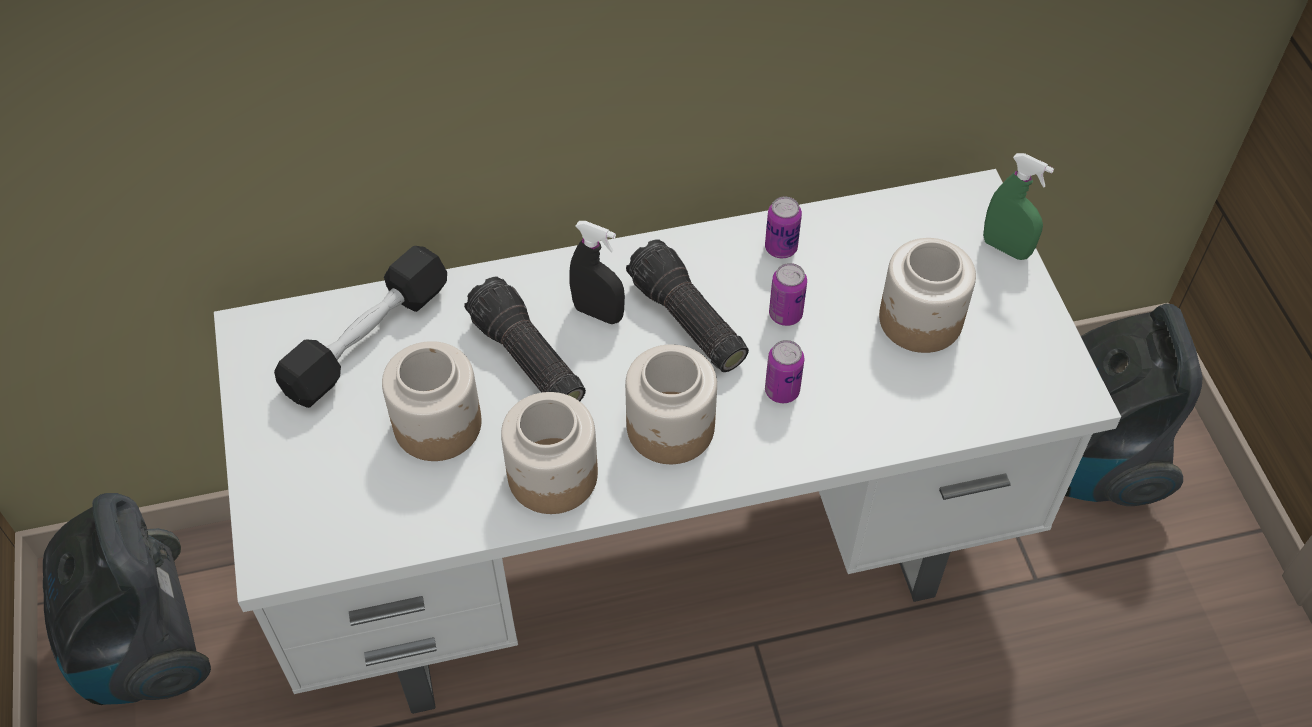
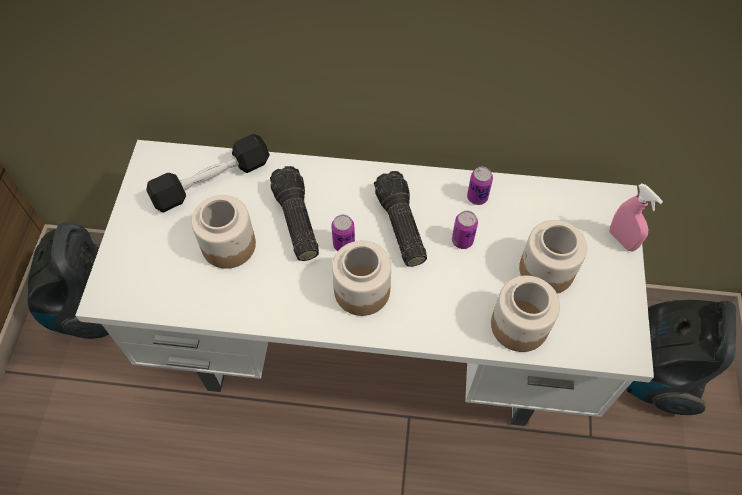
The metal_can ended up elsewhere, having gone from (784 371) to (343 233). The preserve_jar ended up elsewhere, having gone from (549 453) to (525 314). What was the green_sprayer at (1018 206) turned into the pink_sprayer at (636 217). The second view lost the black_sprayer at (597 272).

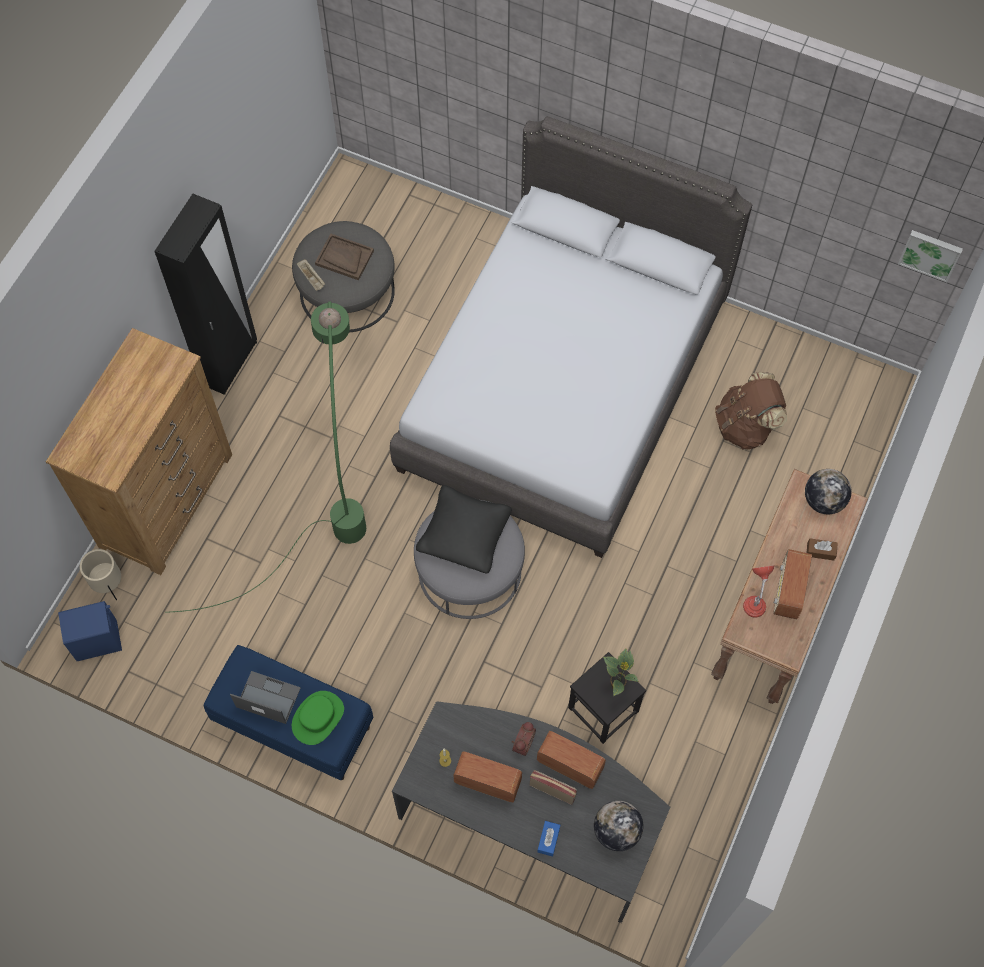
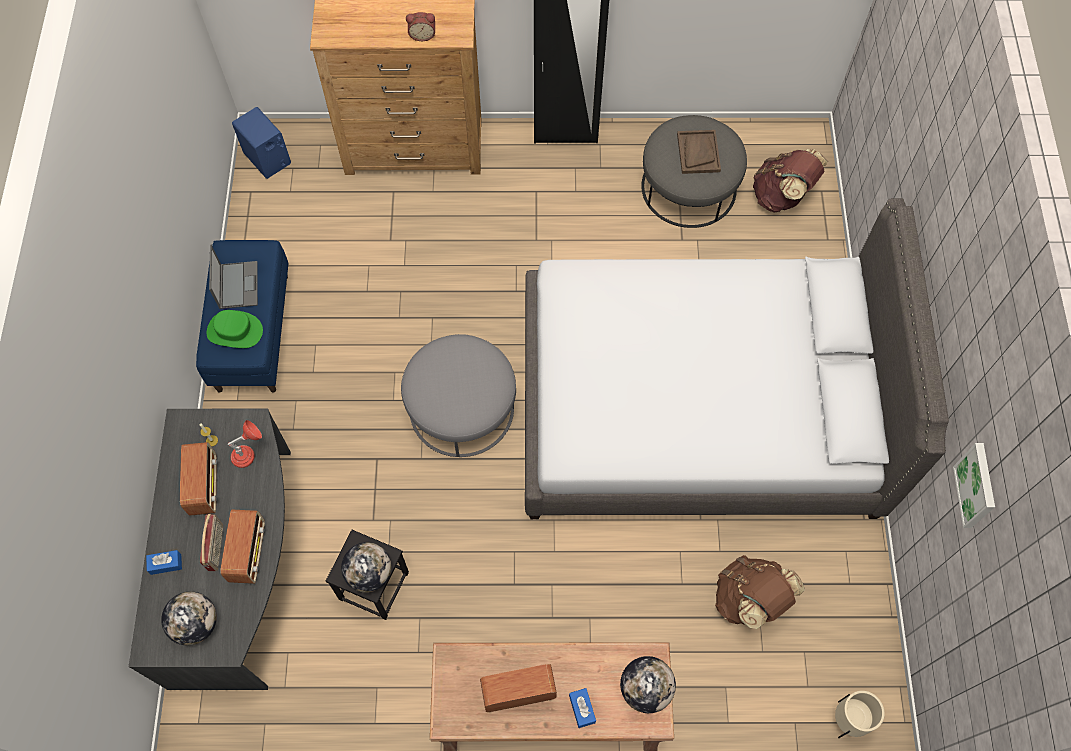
The red_tabletop_lamp ended up elsewhere, having gone from (758 591) to (245 444). Where the houseplant stood at (621 672), the globe came to stand at (366 567). The alarm_clock ended up elsewhere, having gone from (524 739) to (420 26). What was the brown_tissue_holder at (822 550) turned into the blue-coloured_tissue_holder at (582 708). The second view gained the brown_backpack at (790 180). The sand-coloured_plant_pot ended up elsewhere, having gone from (100 574) to (860 714). The wall_picture ended up elsewhere, having gone from (930 256) to (974 485). The second view lost the green_standing_lamp at (265 457). The second view lost the sand-coloured_carrying_tray at (311 275). The second view lost the black_pillow at (464 529).

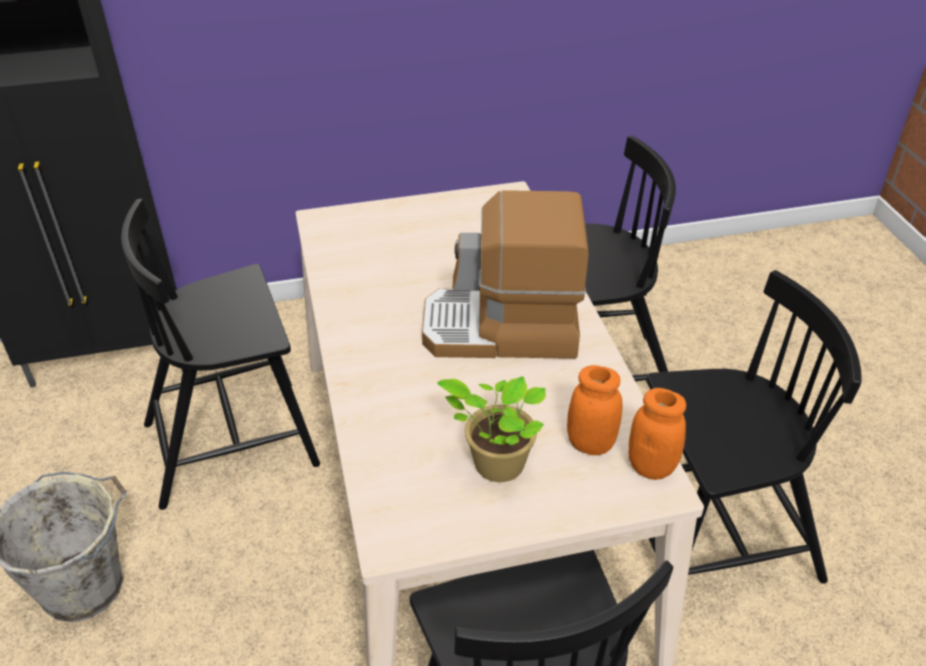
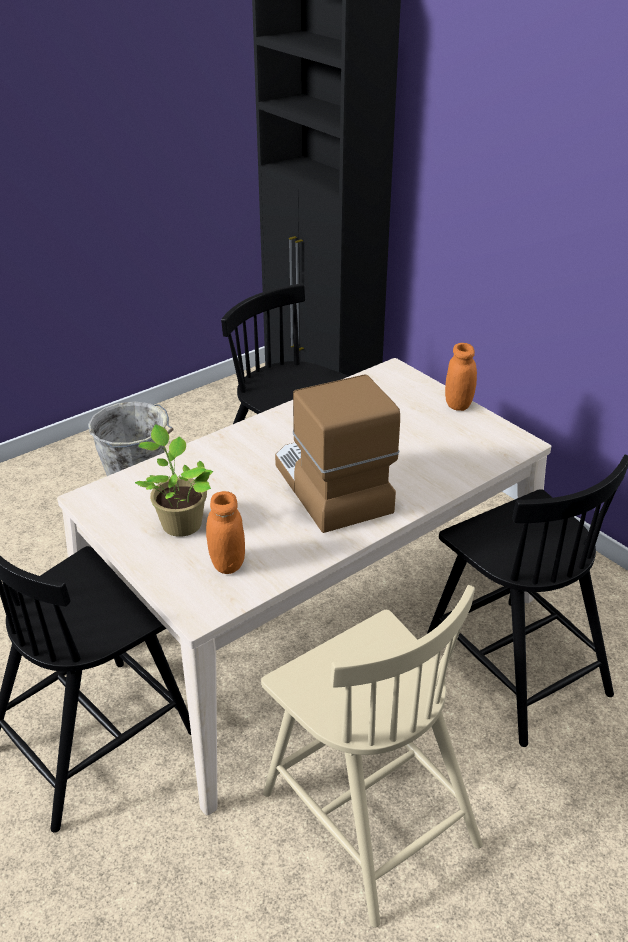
What was the black_upright_chair at (753 426) turned into the sand-coloured_upright_chair at (372 756). The orange_preserve_jar ended up elsewhere, having gone from (657 434) to (461 377).

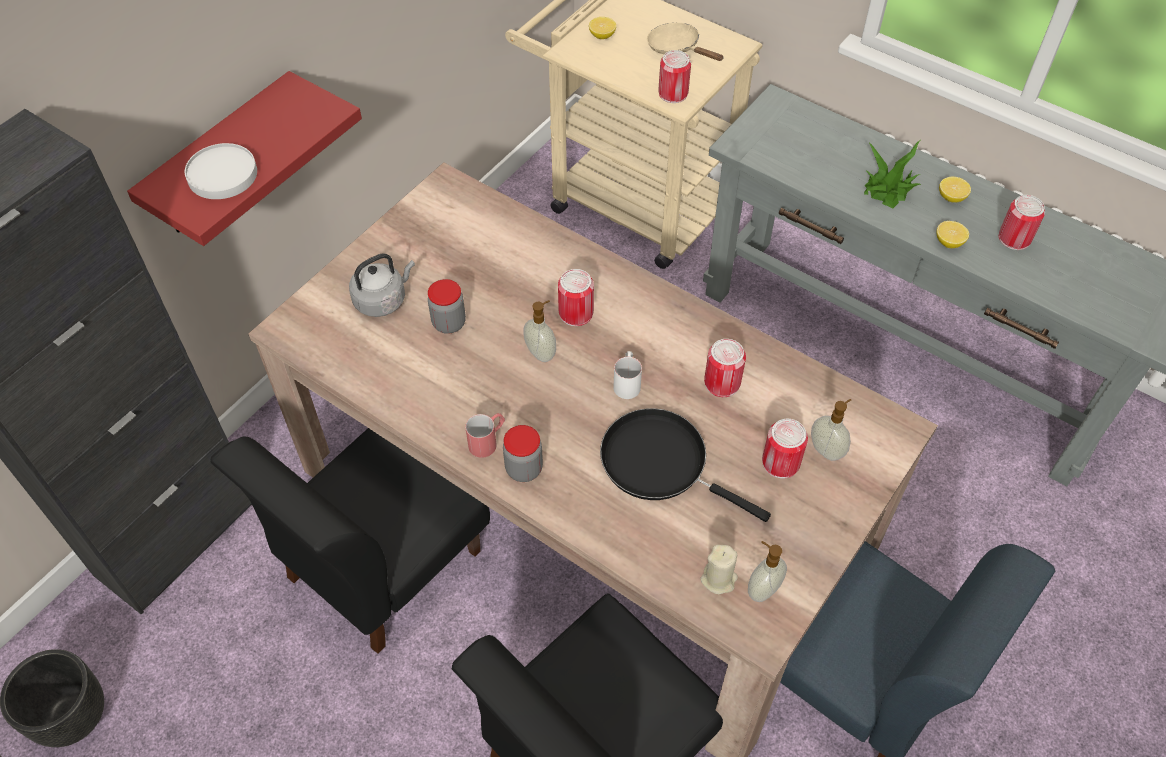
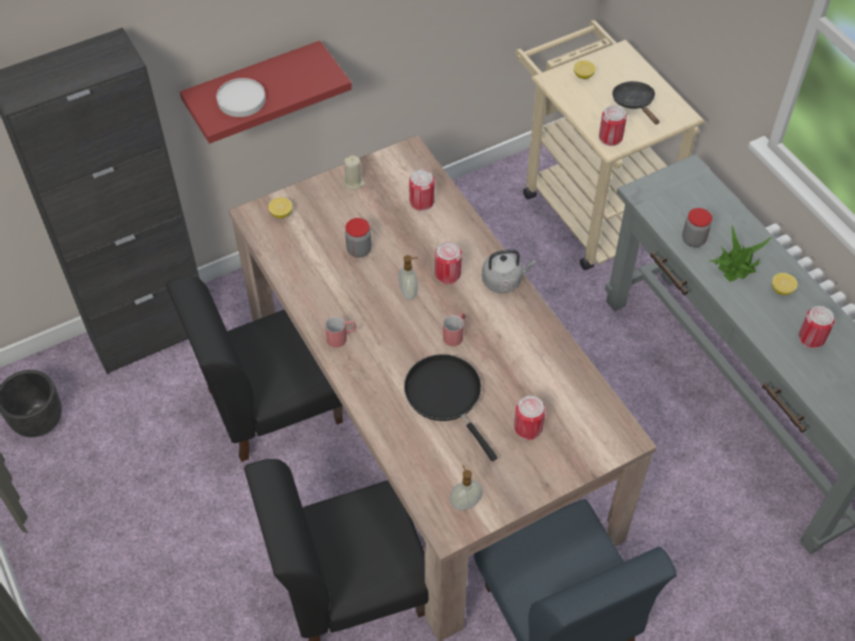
The citrus_fruit ended up elsewhere, having gone from (952 234) to (280 207). The sand-coloured_candle ended up elsewhere, having gone from (719 569) to (354 172). The metal_can ended up elsewhere, having gone from (725 368) to (422 190). What was the whitish_tea_mug at (627 375) turned into the red_tea_mug at (454 329). The gray_water_kettle ended up elsewhere, having gone from (382 285) to (508 271). What was the sand-coloured_frying_pan at (685 42) turned into the black_frying_pan at (635 102). The preserve_jar ended up elsewhere, having gone from (523 453) to (697 227). The second view lost the soap_dispenser at (831 430).

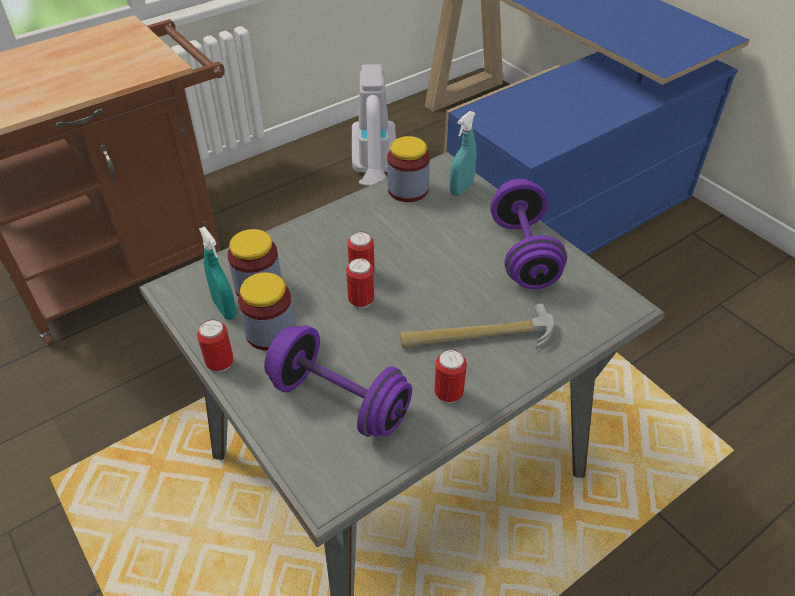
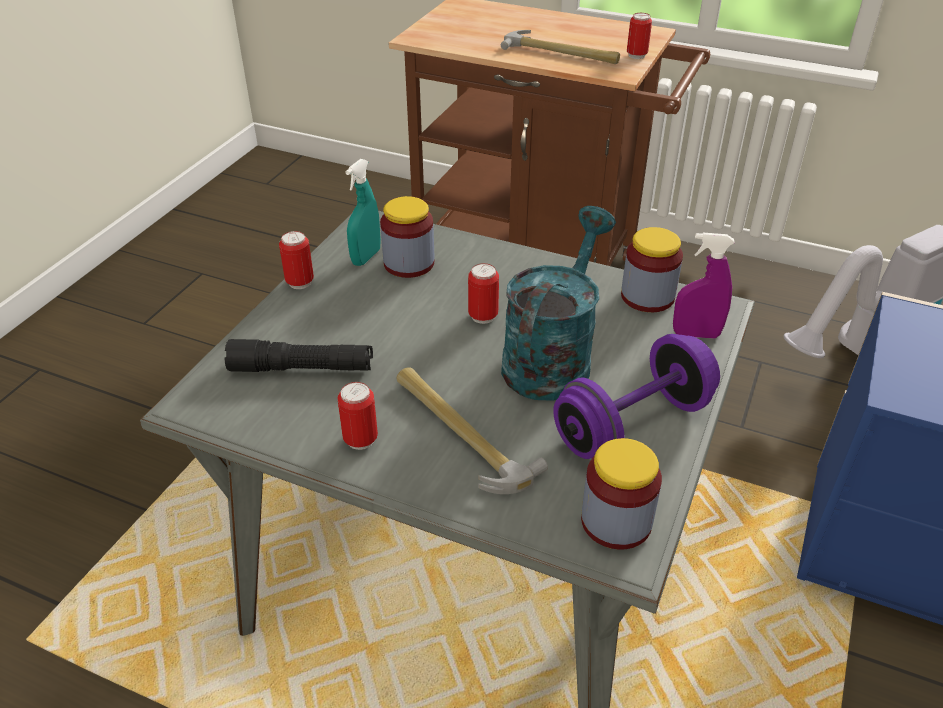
Where the purple-coloured_dumbbell stood at (338 381), the black_flashlight came to stand at (298 355). The second view gained the hand_hammer at (560 47). The second view gained the turquoise-coloured_sprinkling_can at (558 303). The preserve_jar ended up elsewhere, having gone from (266 311) to (621 494). The metal_can ended up elsewhere, having gone from (360 283) to (639 36). What was the turquoise-coloured_sprayer at (463 153) turned into the purple-coloured_sprayer at (704 285).

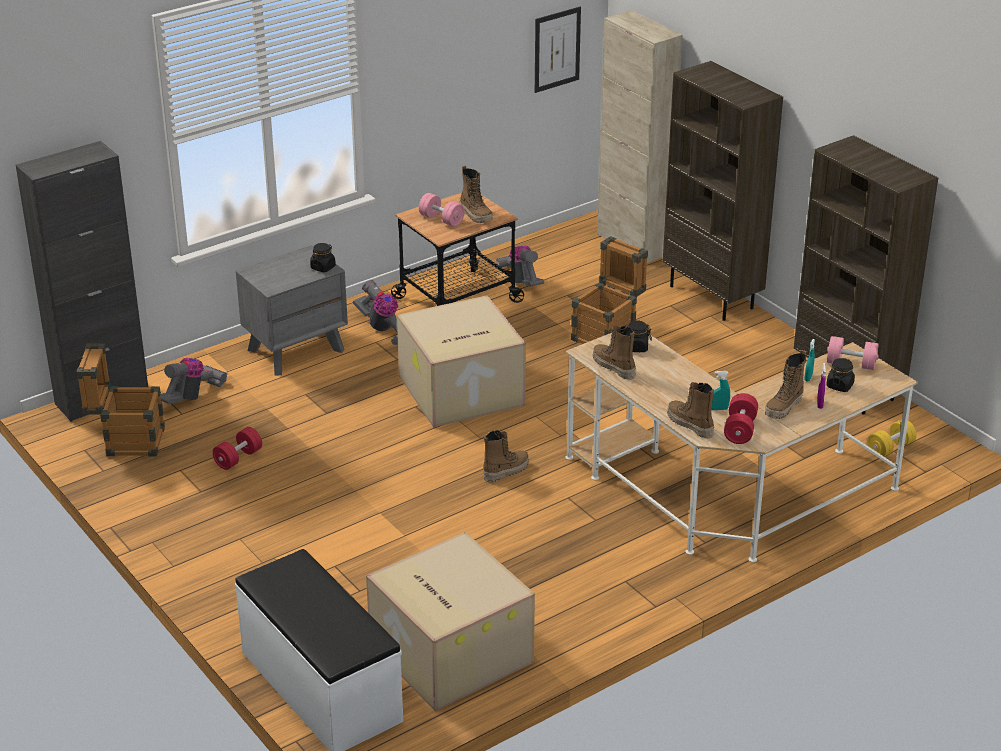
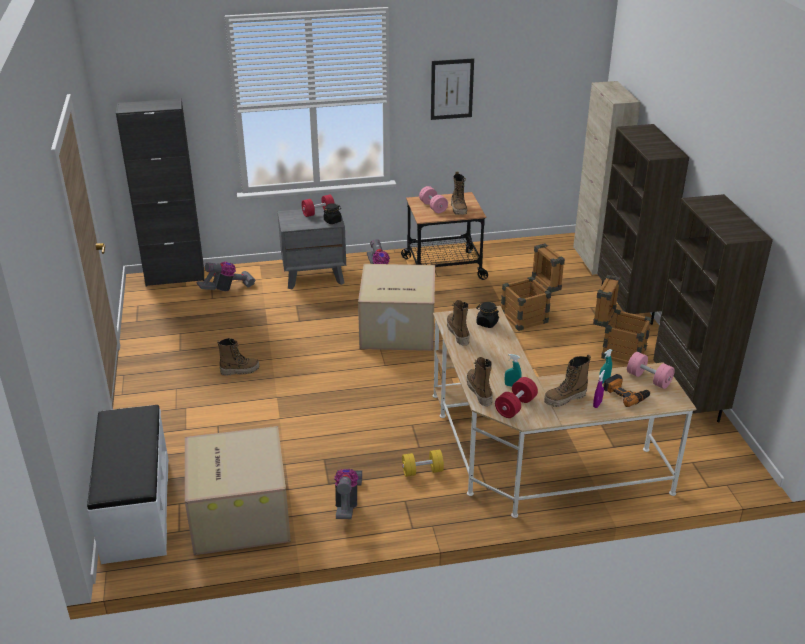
The high-top_boot ended up elsewhere, having gone from (506 456) to (238 357). The red_dumbbell ended up elsewhere, having gone from (237 448) to (318 206). The hoover ended up elsewhere, having gone from (520 266) to (348 494). The yellow-coloured_dumbbell ended up elsewhere, having gone from (891 438) to (423 463). The wall_picture ended up elsewhere, having gone from (558 50) to (452 89). The packing_crate ended up elsewhere, having gone from (120 400) to (622 319). Where the black_preserve_jar stood at (840 375), the drill came to stand at (626 390).

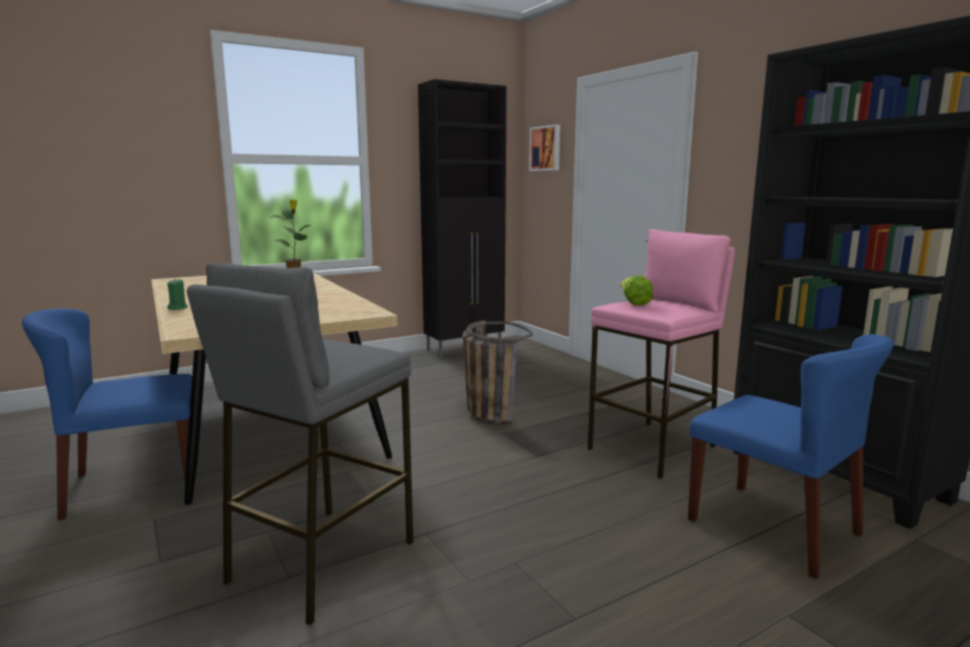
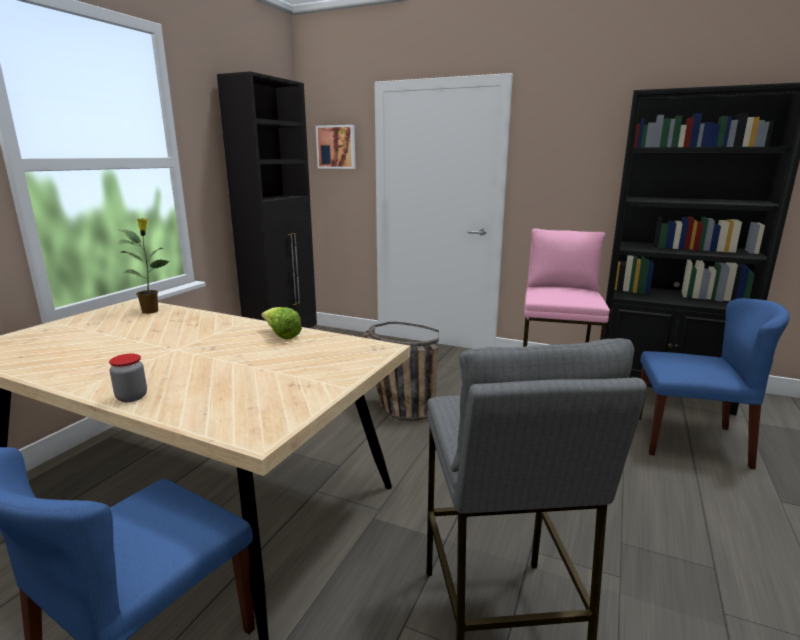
Where the green_candle stood at (177 294), the preserve_jar came to stand at (128 378). The head_of_lettuce ended up elsewhere, having gone from (636 290) to (281 323).

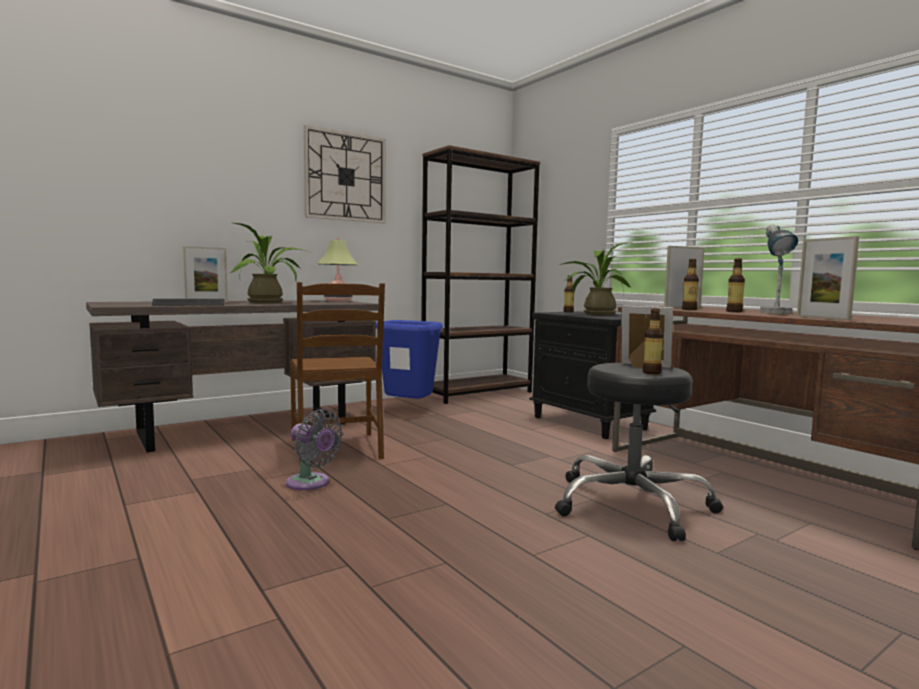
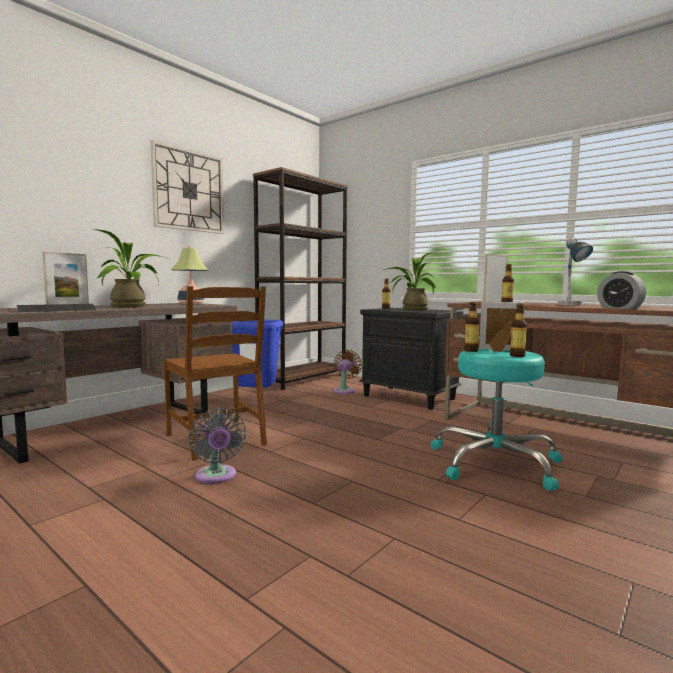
The gray_cooling_fan at (315 449) ended up facing another way, 45 degrees clockwise from before. The second view gained the brown_cooling_fan at (347 372). What was the black_sitting_stool at (639 452) turned into the turquoise-coloured_sitting_stool at (496 419). The drink_bottle ended up elsewhere, having gone from (735 285) to (471 327). Where the picture_frame stood at (828 278), the alarm_clock came to stand at (621 290).

